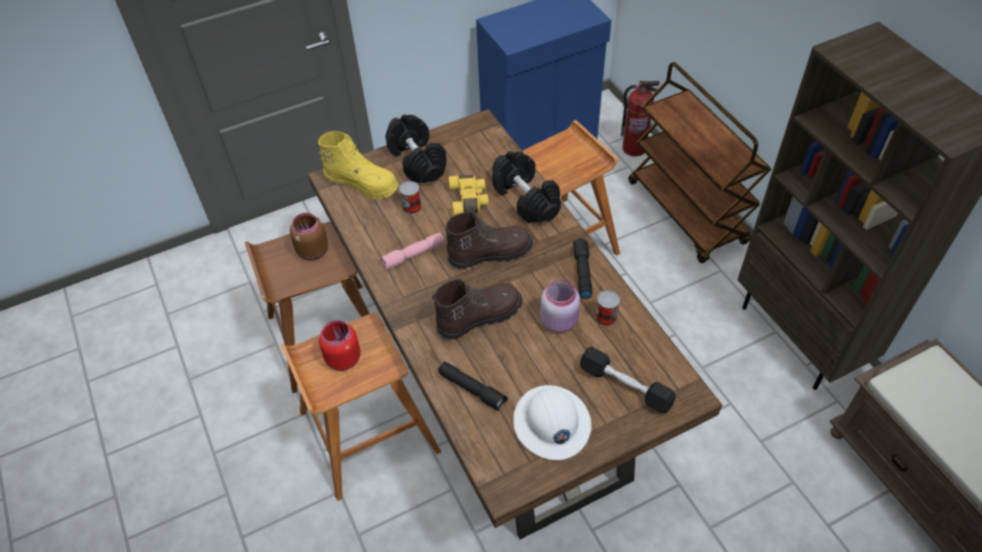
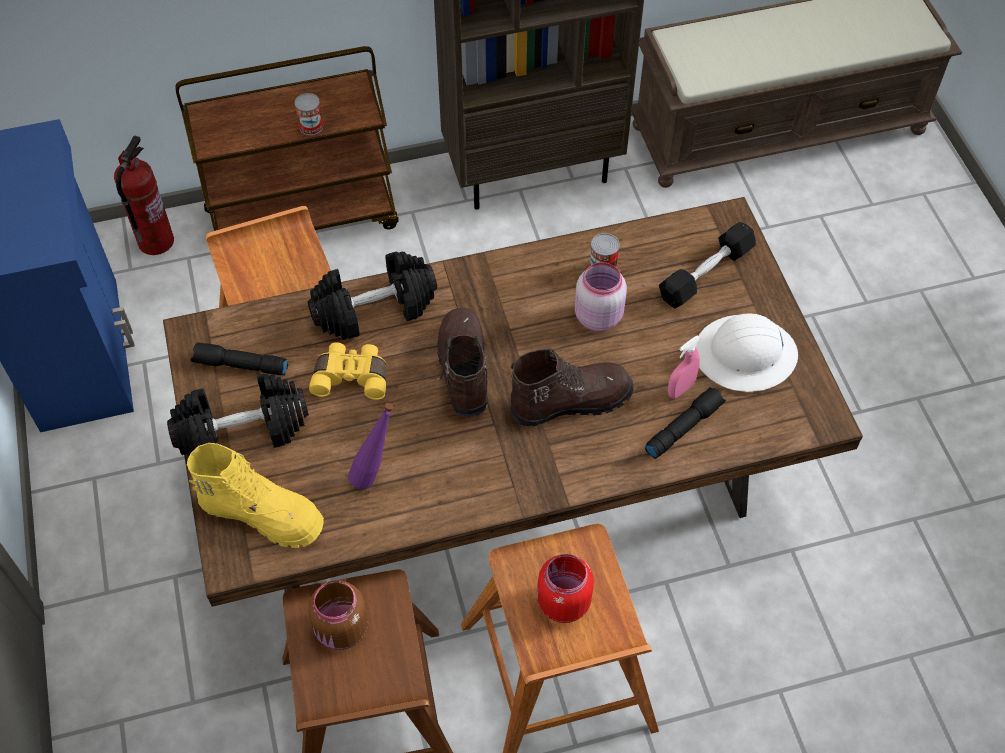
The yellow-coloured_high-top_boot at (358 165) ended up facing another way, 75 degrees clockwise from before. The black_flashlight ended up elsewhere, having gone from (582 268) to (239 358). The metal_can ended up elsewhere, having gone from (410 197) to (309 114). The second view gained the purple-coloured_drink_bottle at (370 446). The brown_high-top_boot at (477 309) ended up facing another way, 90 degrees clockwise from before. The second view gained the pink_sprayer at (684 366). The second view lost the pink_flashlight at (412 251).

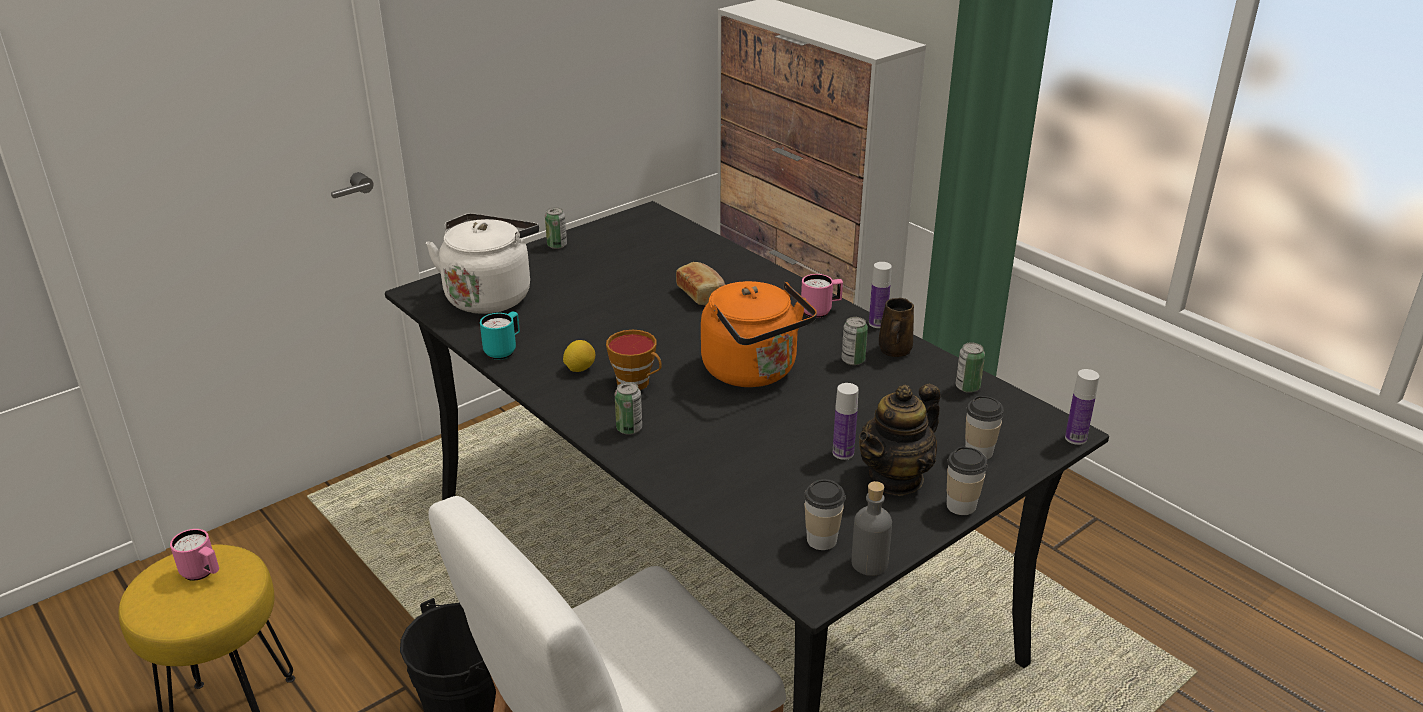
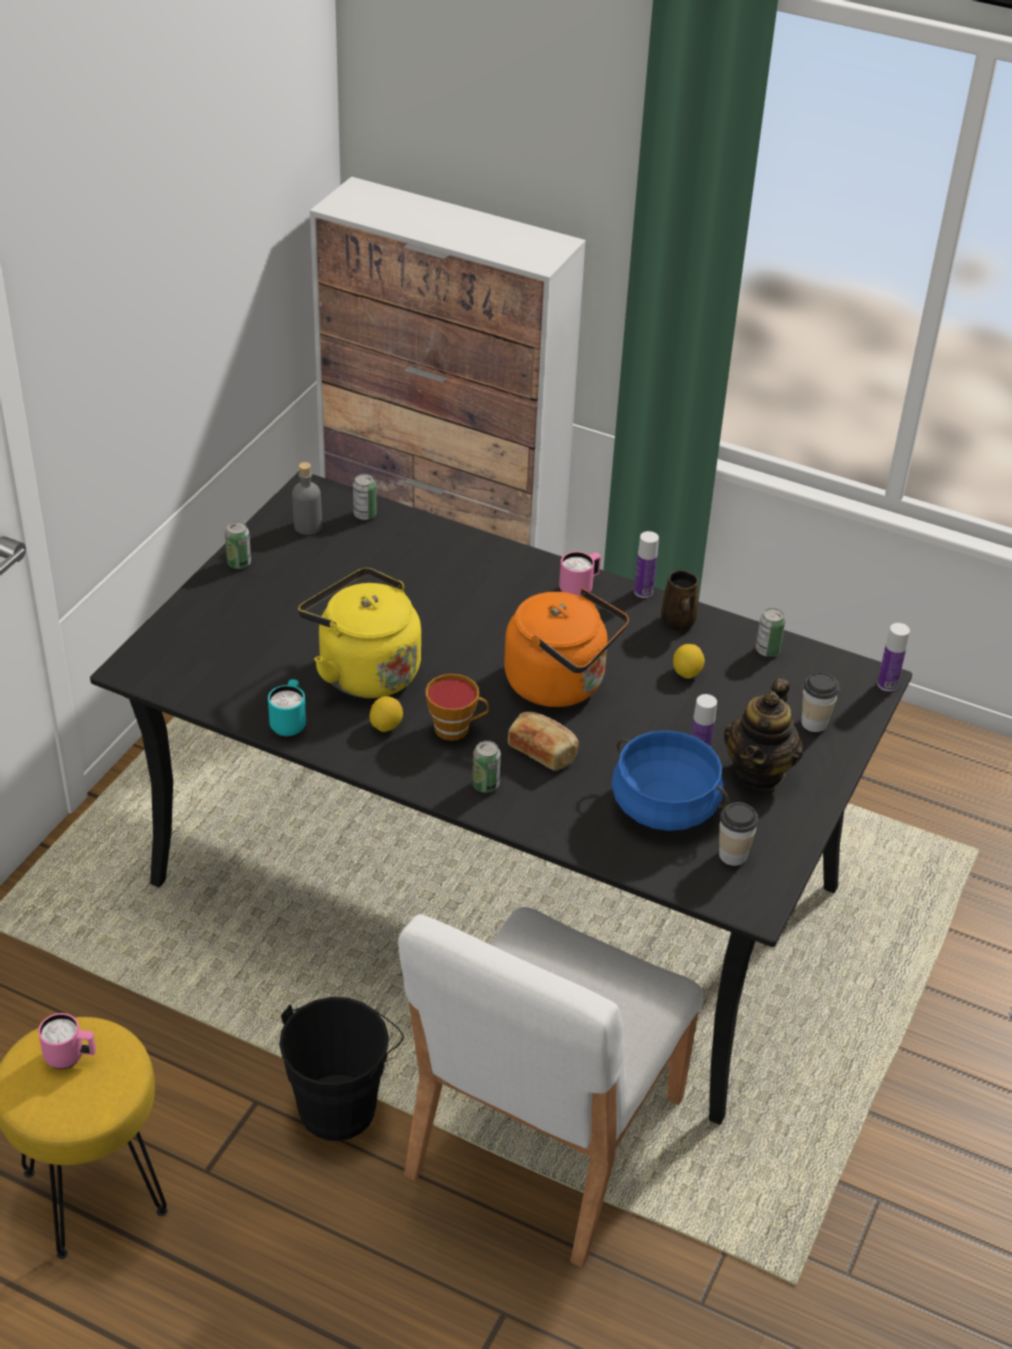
The gray_drink_bottle ended up elsewhere, having gone from (872 528) to (307 498). The second view gained the yellow-coloured_water_kettle at (359 633). The metal_can ended up elsewhere, having gone from (854 341) to (365 497). The baked_bread ended up elsewhere, having gone from (700 283) to (543 741). The second view gained the blue-coloured_saucepot at (670 780). The second view gained the citrus_fruit at (689 661). The second view lost the whitish_water_kettle at (482 263). The second view lost the small_cup at (967 480).

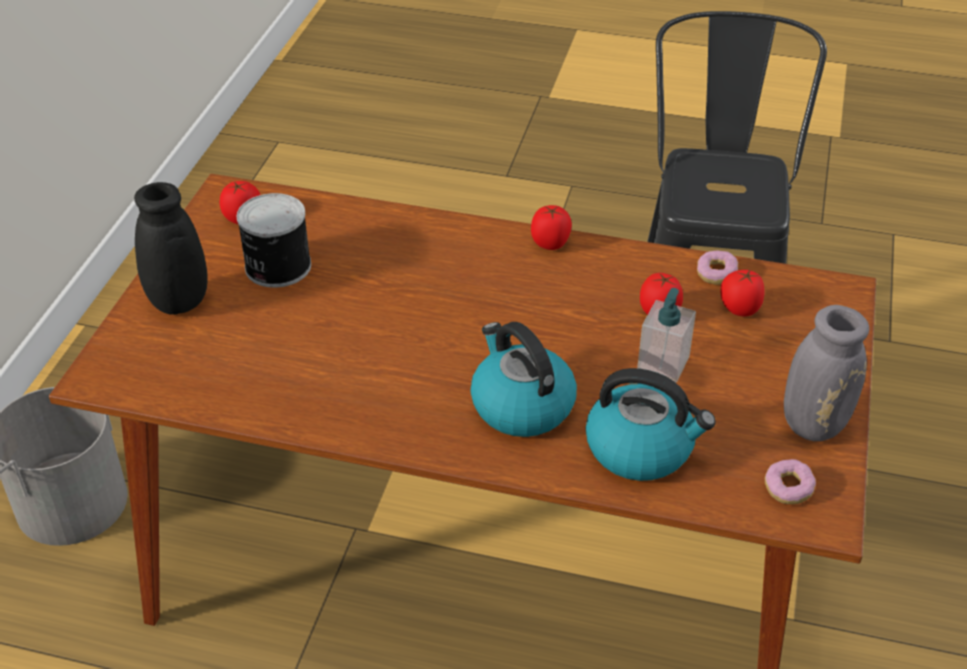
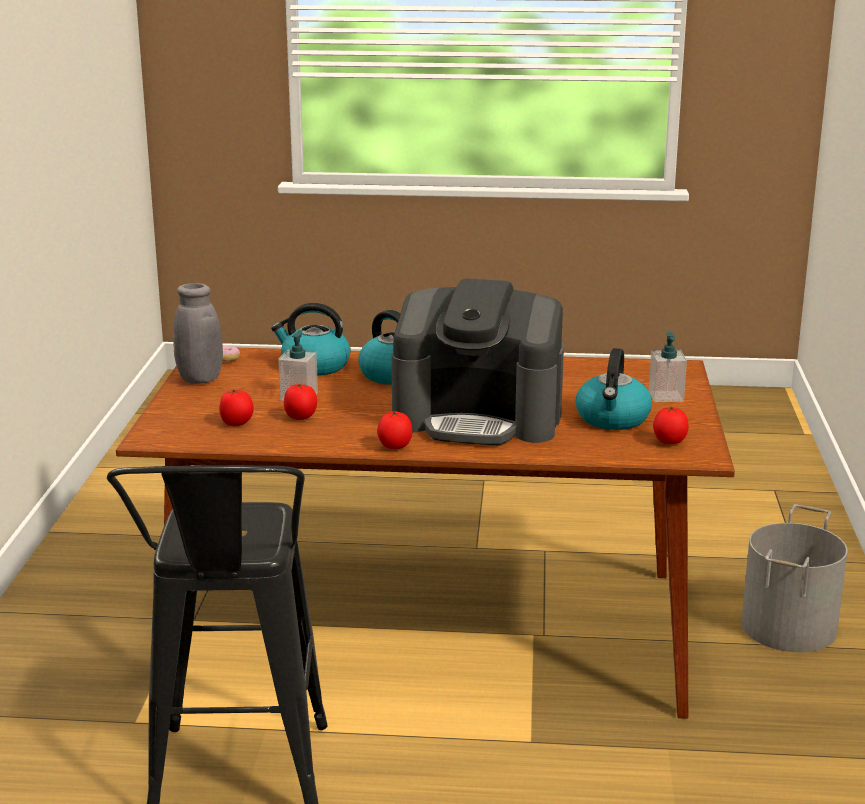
The second view gained the coffee_machine at (477 362). Where the metal_can stood at (274 240), the water_kettle came to stand at (614 389). Where the black_vase stood at (171 248), the soap_dispenser came to stand at (668 367). The second view lost the doughnut at (717 267).

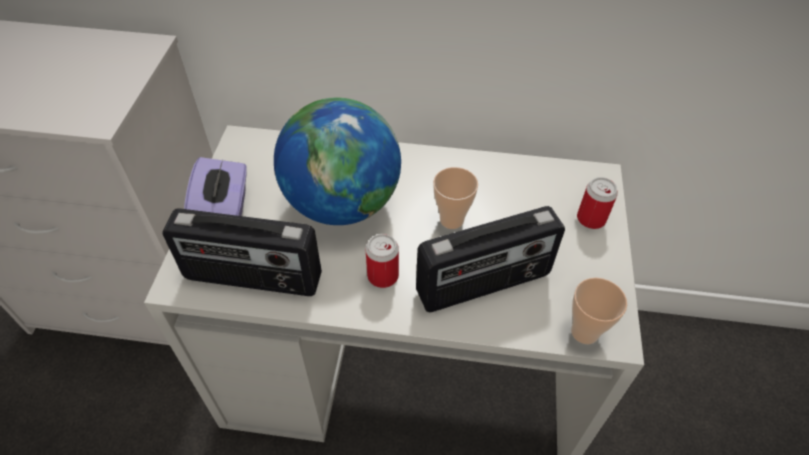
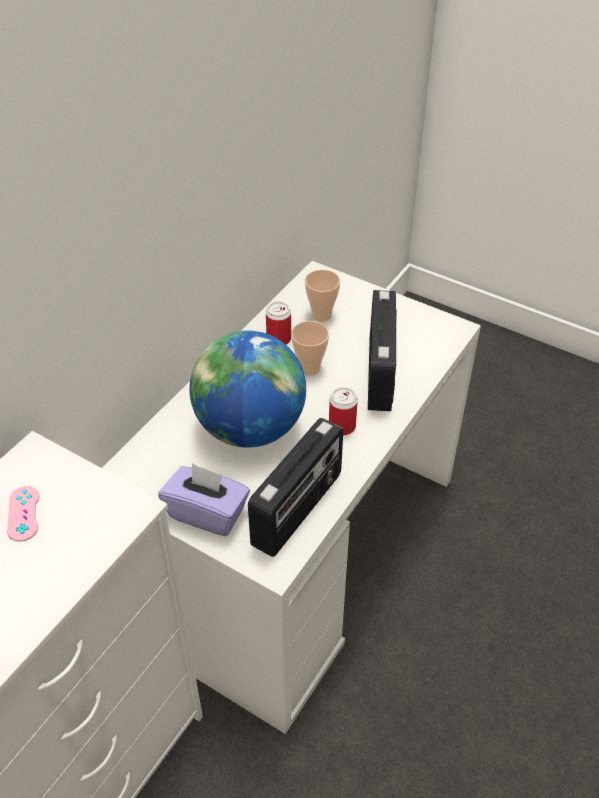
The second view gained the pink_game_controller at (23 514). The metal_can ended up elsewhere, having gone from (597 203) to (278 323). The small_cup ended up elsewhere, having gone from (599 310) to (322 296).

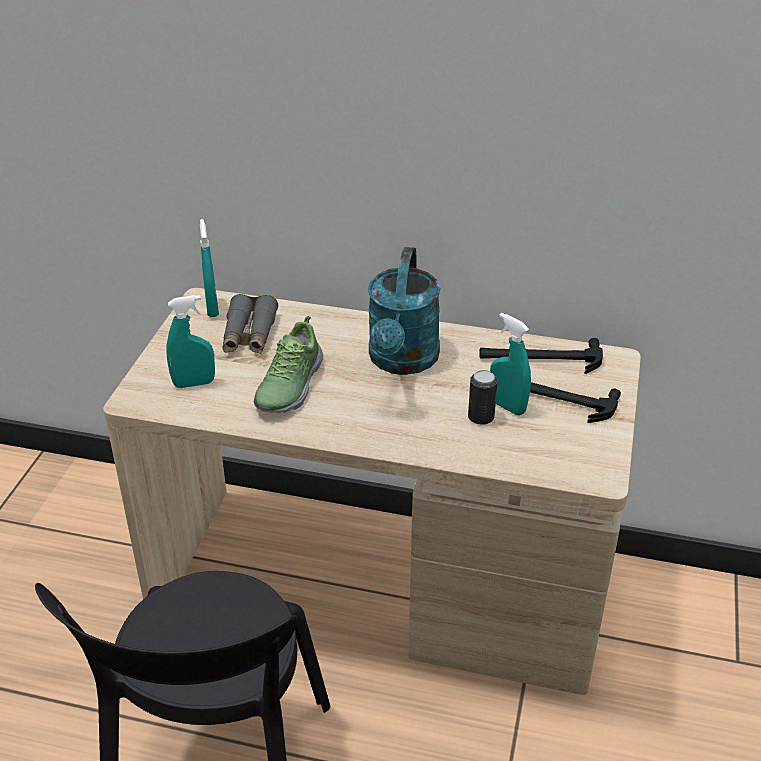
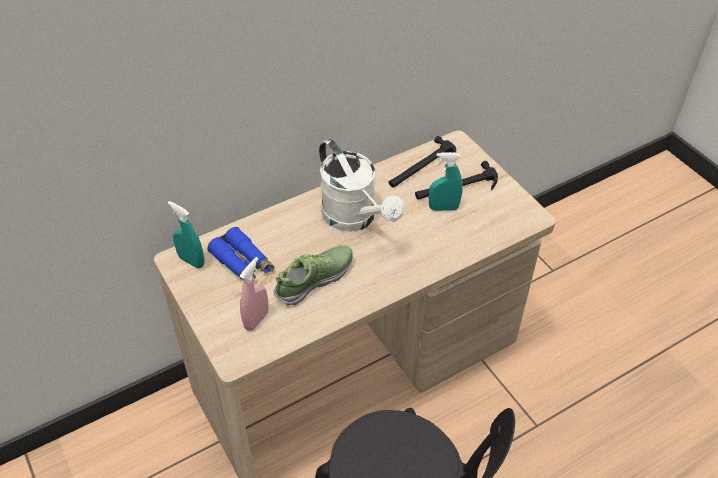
What was the gray_pair_of_binoculars at (250 324) turned into the blue-coloured_pair_of_binoculars at (241 253). What was the turquoise-coloured_sprayer at (190 341) turned into the pink_sprayer at (254 294). The shoe at (288 364) ended up facing another way, 105 degrees counterclockwise from before. What was the turquoise-coloured_sprinkling_can at (404 311) turned into the whitish_sprinkling_can at (361 185). The second view lost the metal_can at (482 397).

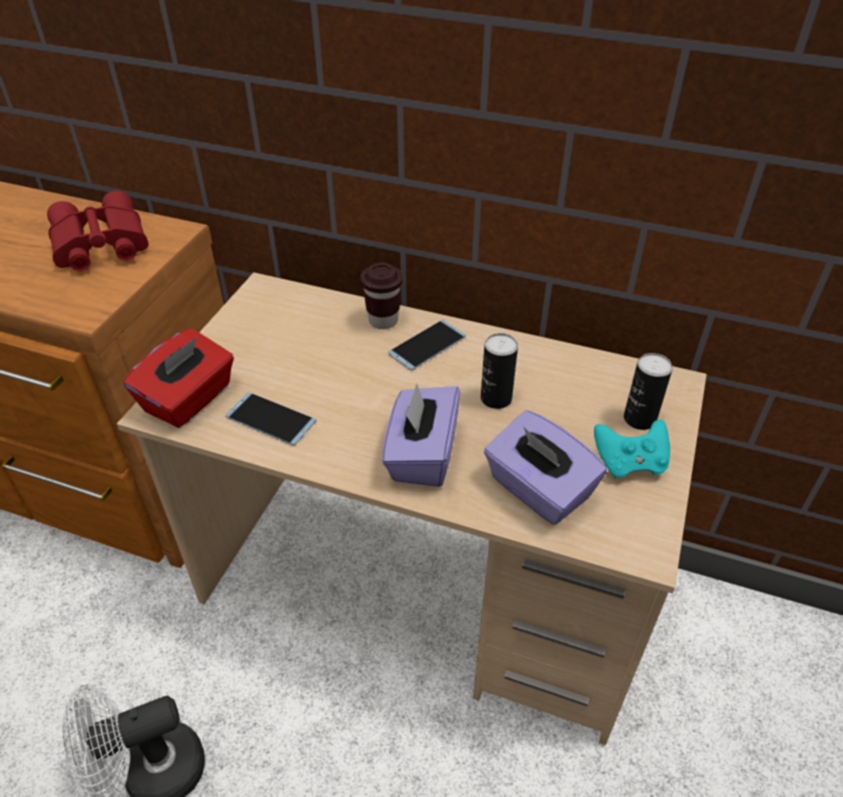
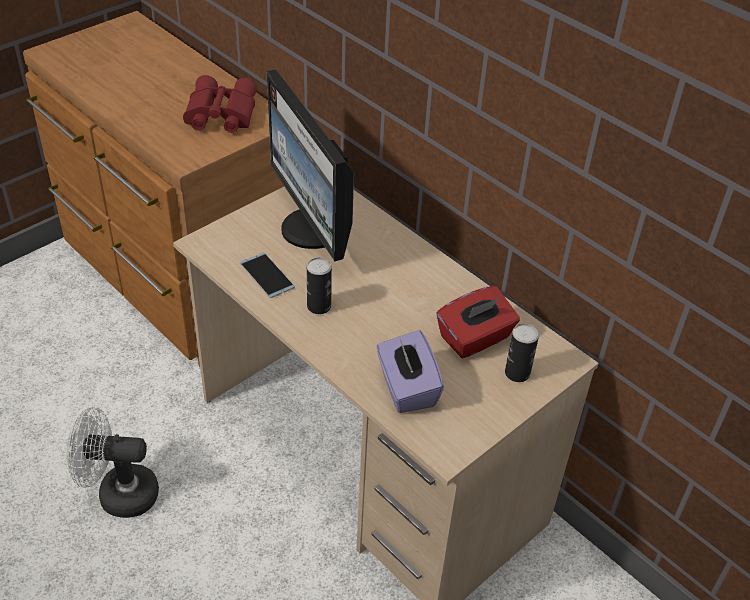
The second view gained the monitor at (310 165). The metal_can ended up elsewhere, having gone from (499 371) to (319 286). The red_tissue_holder ended up elsewhere, having gone from (179 378) to (478 322). The second view lost the brown_small_cup at (381 296). The second view lost the purple-coloured_tissue_holder at (421 435). The second view lost the handset at (427 345). The second view lost the turquoise-coloured_game_controller at (632 448).

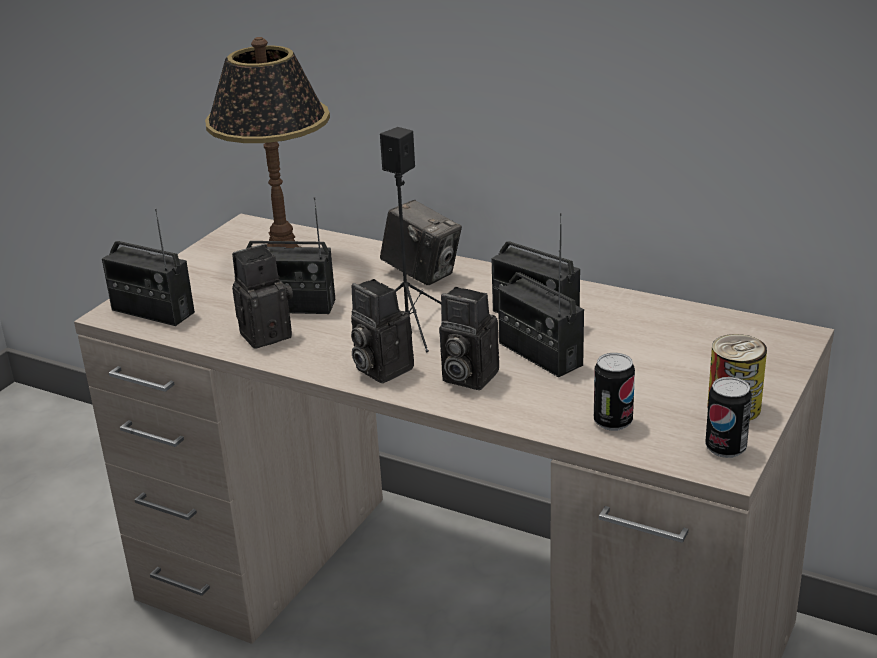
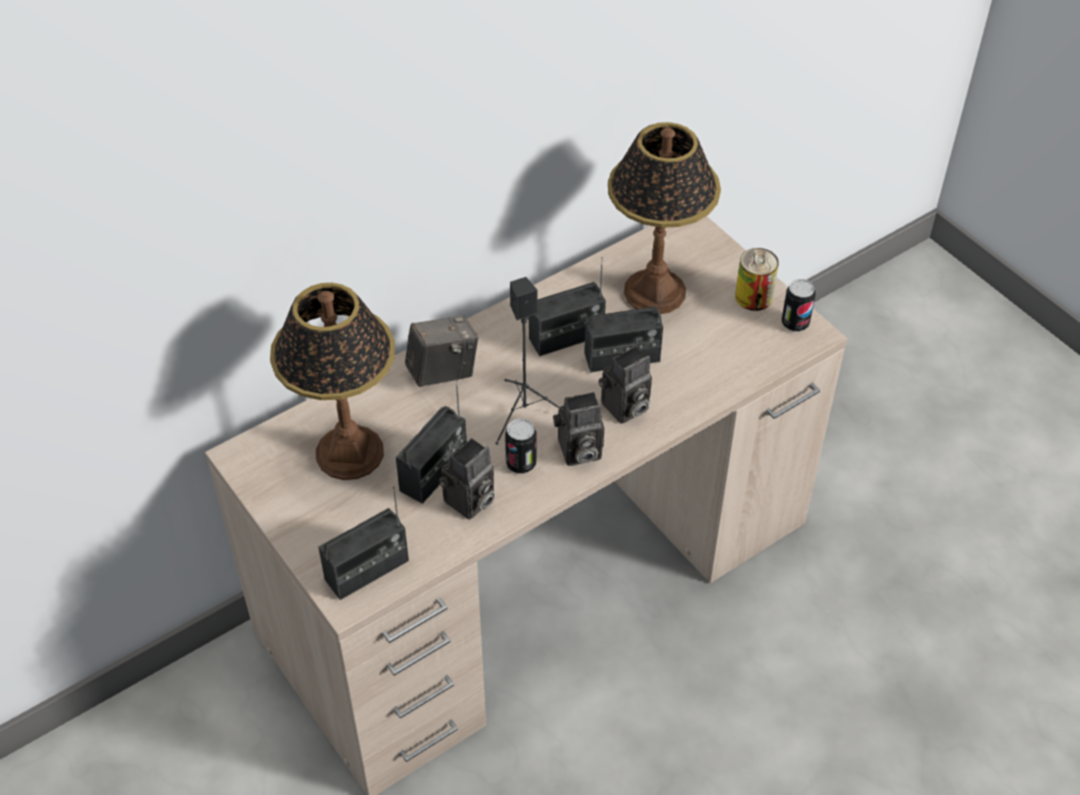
The photo_camera at (262 296) ended up facing another way, 135 degrees counterclockwise from before. The metal_can ended up elsewhere, having gone from (614 392) to (520 446). The second view gained the tabletop_lamp at (664 218).

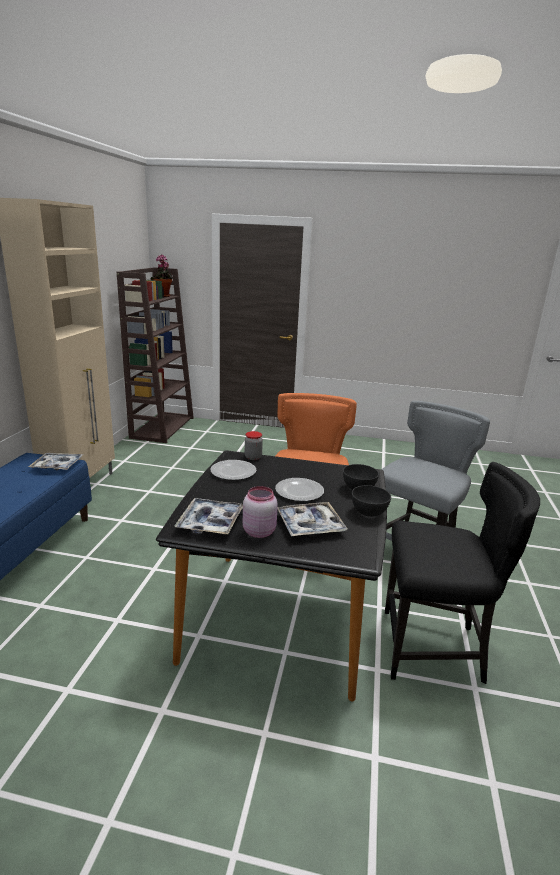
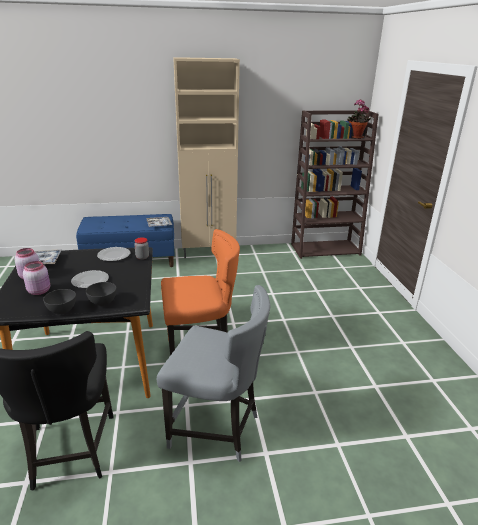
Where the carrying_tray stood at (312 519), the pink_preserve_jar came to stand at (36 278).

